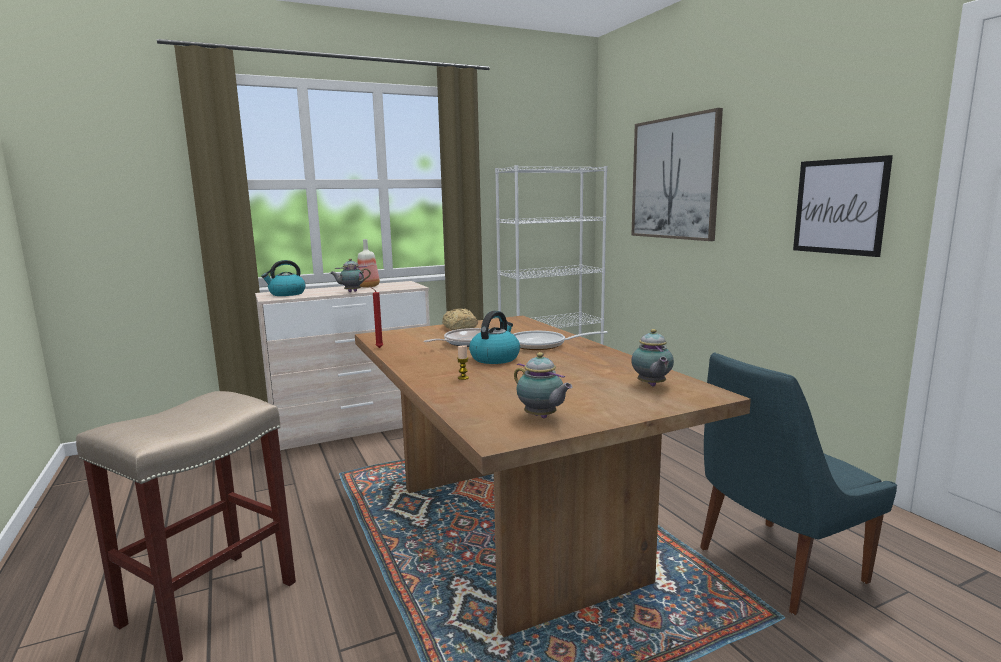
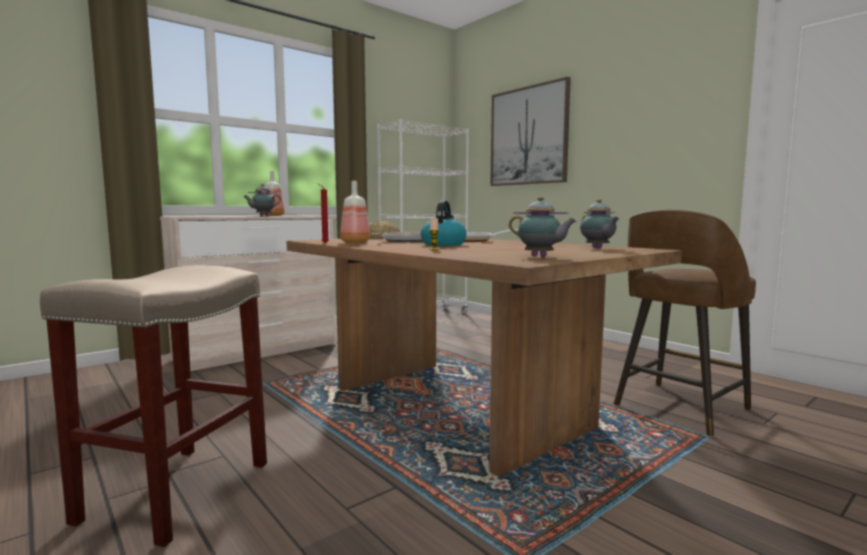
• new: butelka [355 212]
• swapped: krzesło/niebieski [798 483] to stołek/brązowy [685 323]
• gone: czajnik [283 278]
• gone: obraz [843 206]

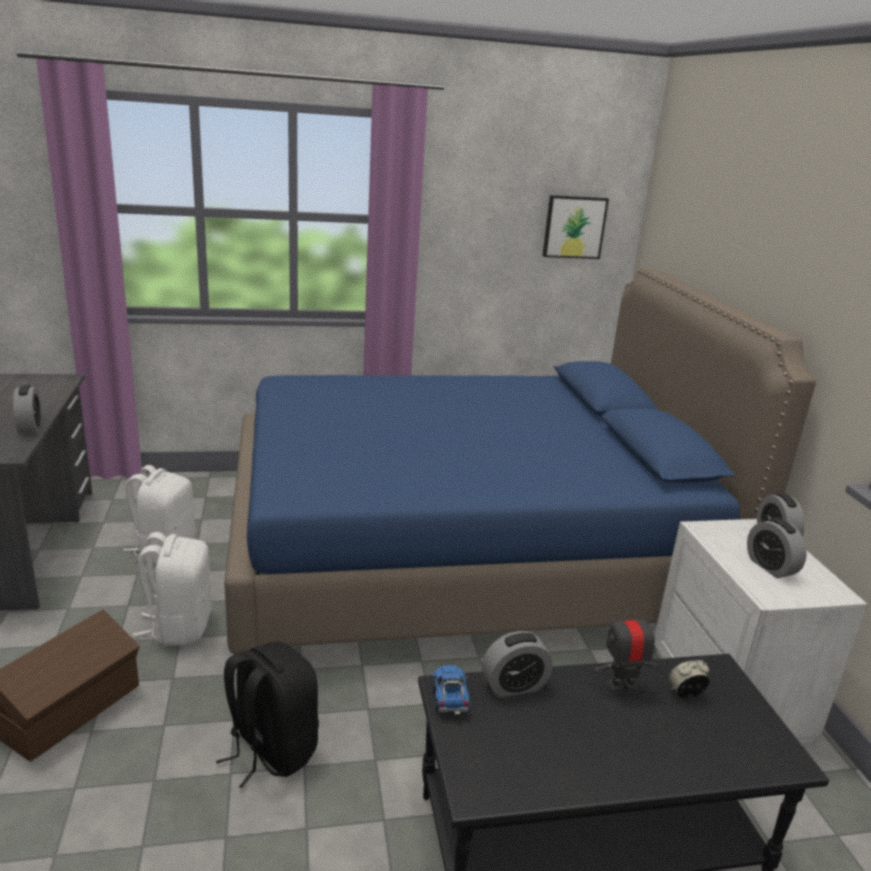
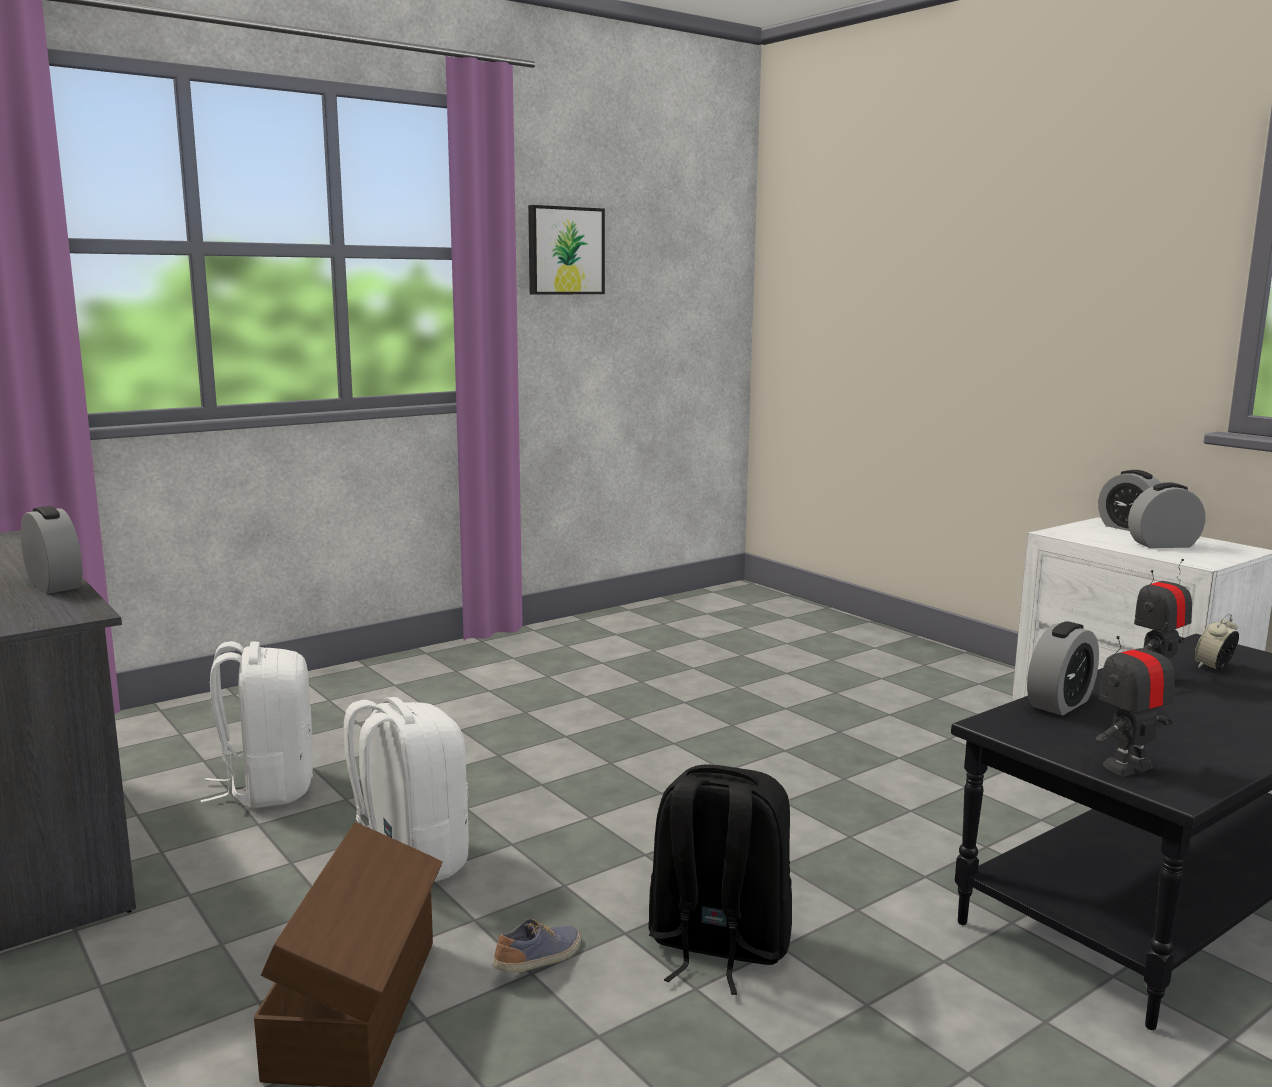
• new: but [537 946]
• shifted: obraz [576 227] to [566 250]
• new: robot zabawkowy [1135 699]
• rotated: budzik [777 548] = [1166 515] 135 degrees clockwise
• gone: łóżko/niebieski [520 461]
• gone: ciężarówka zabawkowa [451 689]

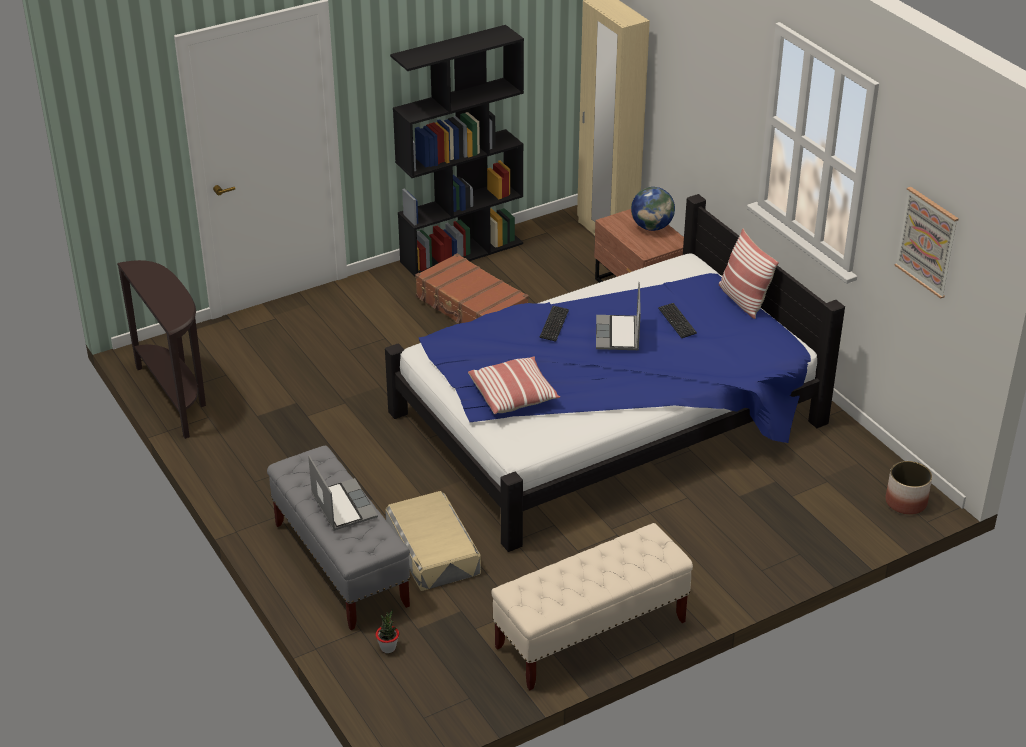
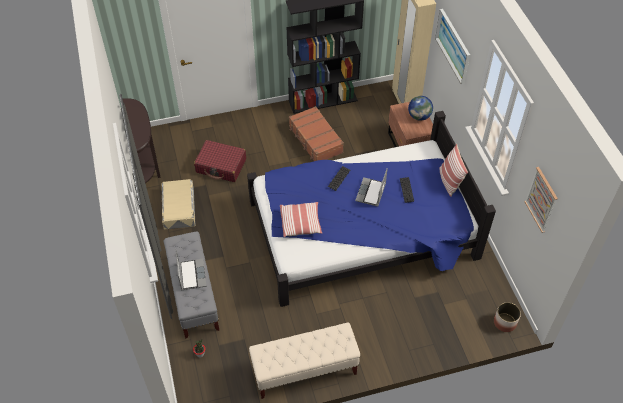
• shifted: pojemnik do przechowywania/beżowy [433 541] to [179 204]
• new: walizka/czerwony [220 161]
• new: obraz [452 47]

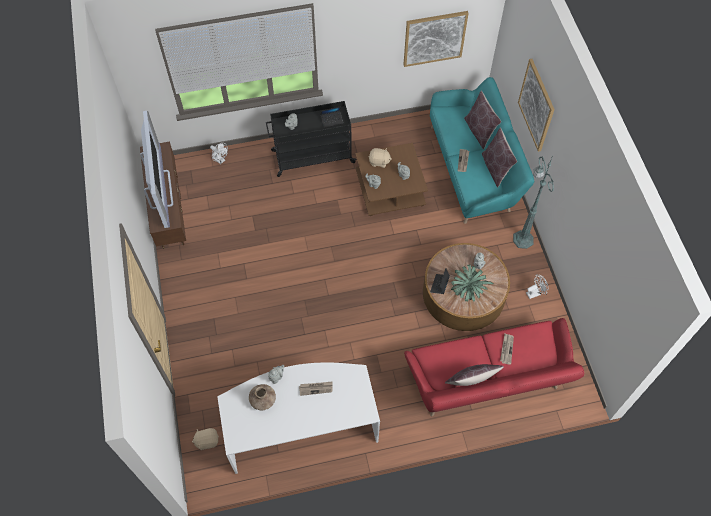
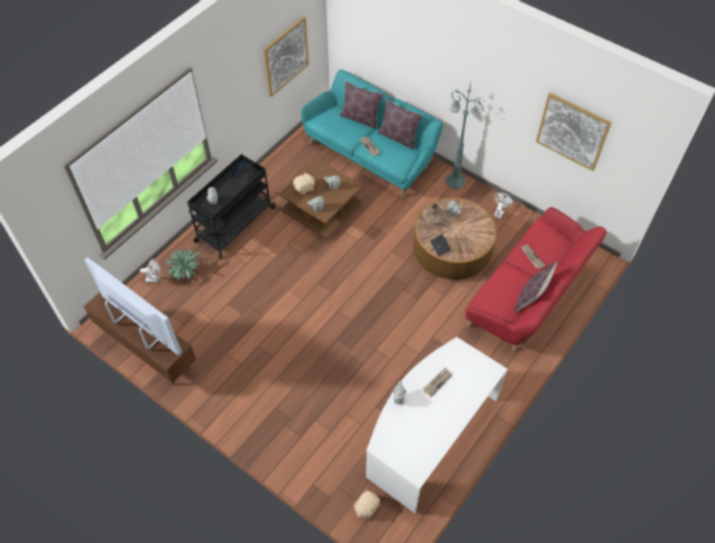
• shifted: roślina doniczkowa [472 283] to [182 264]
• shifted: wazon/brązowy [262 397] to [434 214]
• shifted: obraz [536 105] to [574 132]

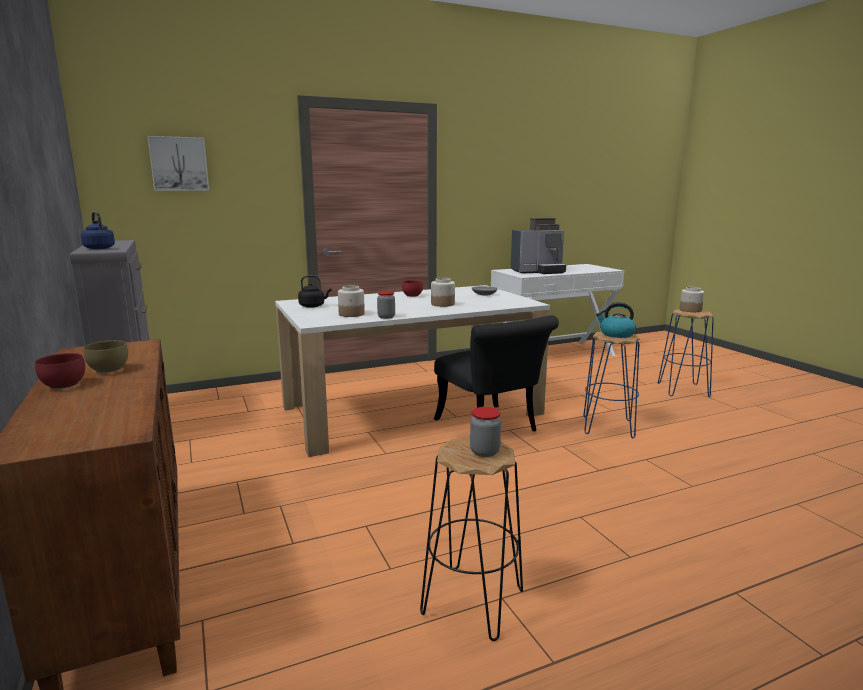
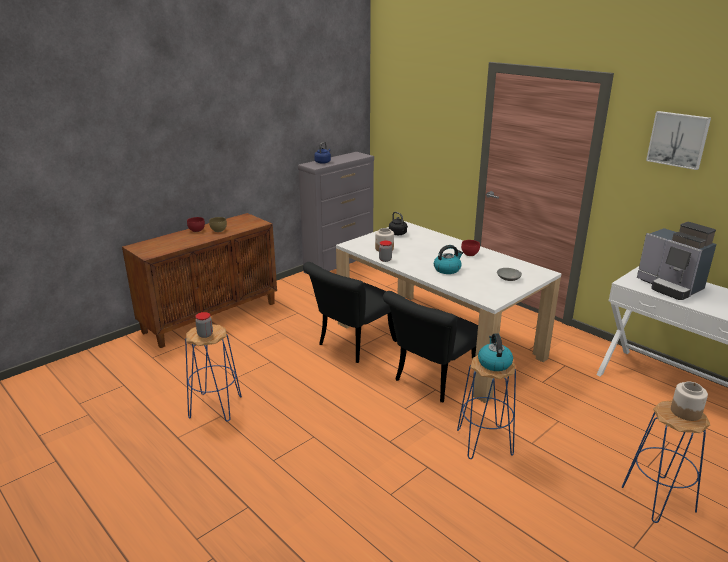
• repainted: stołek/czarny [471 539] to stołek/niebieski [213 373]
• new: krzesło/czarny [350 312]
• swapped: słoik [443 292] to czajnik [448 259]
• shifted: obraz [178 163] to [678 140]

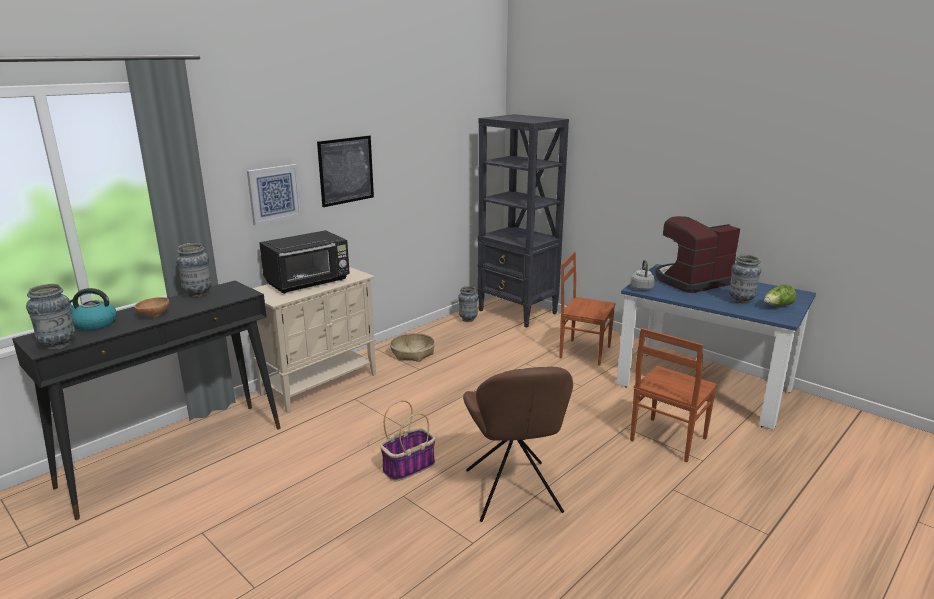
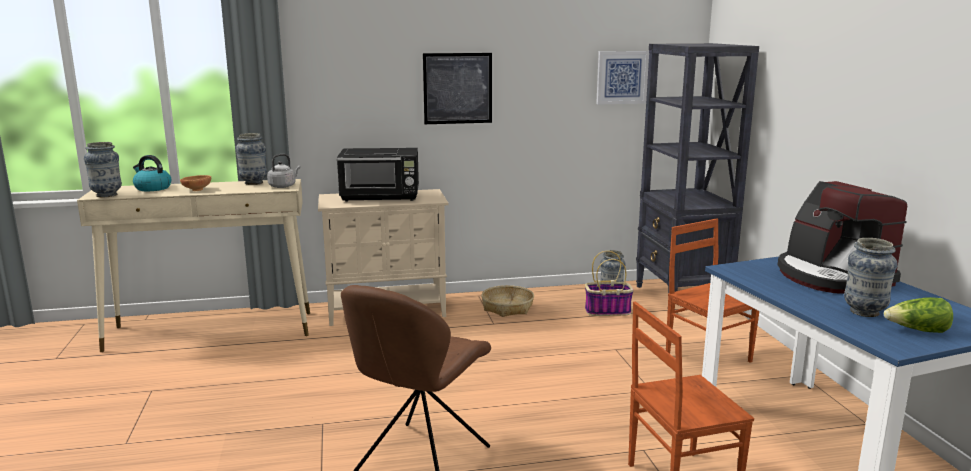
• repainted: stolik konsolowy/czarny [146 400] to stolik konsolowy/beżowy [193 265]
• shifted: czajnik/szary [642 275] to [283 171]
• shifted: koszyk [407 441] to [609 283]
• shifted: obraz [274 195] to [622 78]
• rotated: ekspres do kawy [697 254] = [842 237] 120 degrees counterclockwise

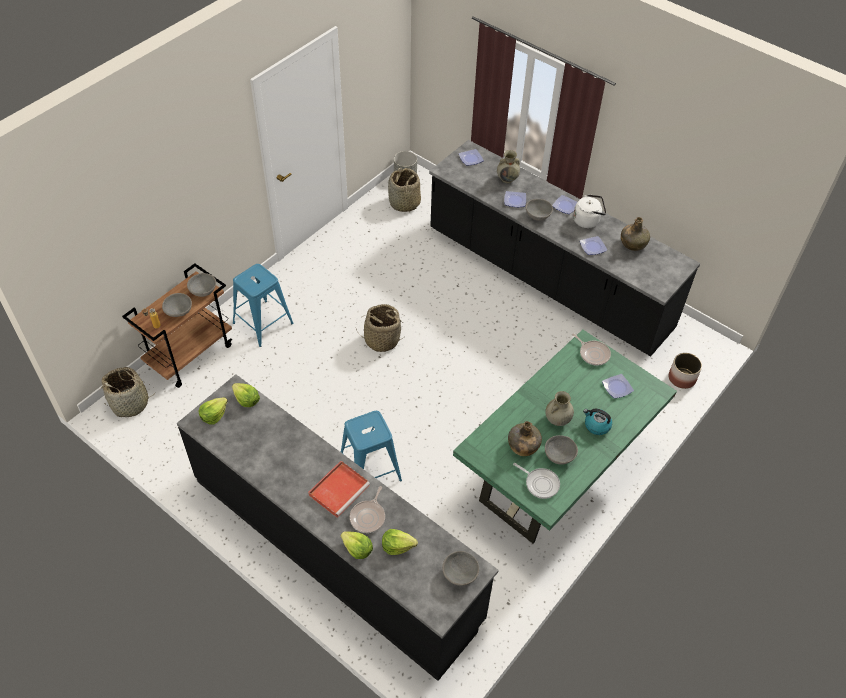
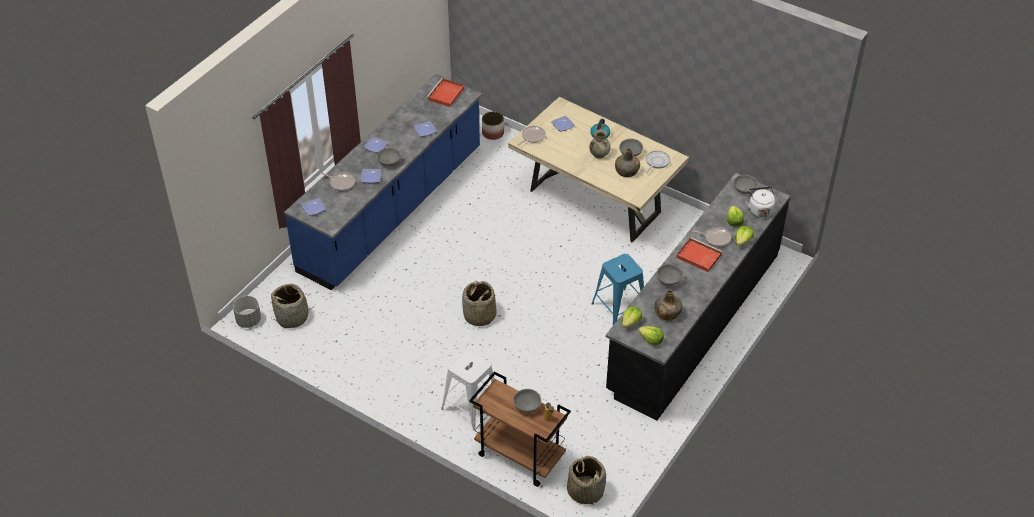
• repainted: zabudowa kuchenna/czarny [564 248] to zabudowa kuchenna/niebieski [383 182]
• swapped: wazon/beżowy [508 166] to patelnia [338 181]
• new: taca/czerwony [446 92]
• repainted: stołek/niebieski [263 305] to stołek/biały [468 390]
• repainted: stół jadalny/zielony [565 436] to stół jadalny/beżowy [598 170]
• shifted: butelka/zielony [635 234] to [668 305]
• shifted: miska/szary [201 285] to [670 275]
• shifted: czajnik/biały [589 211] to [760 202]

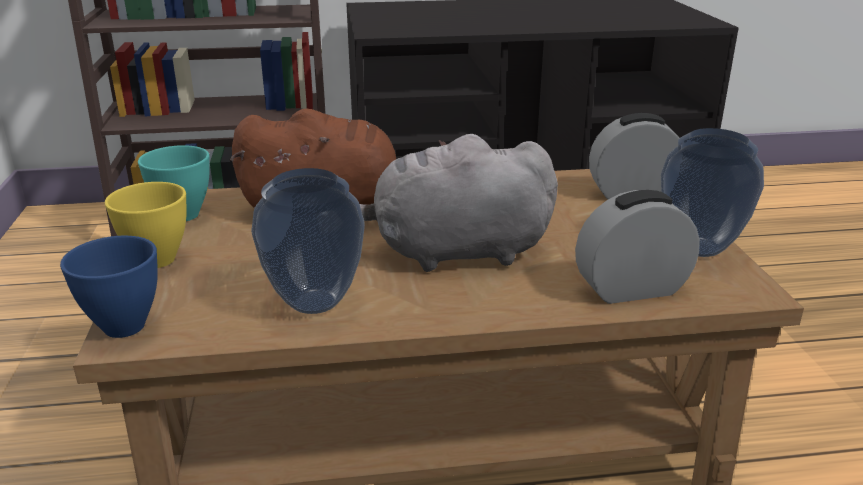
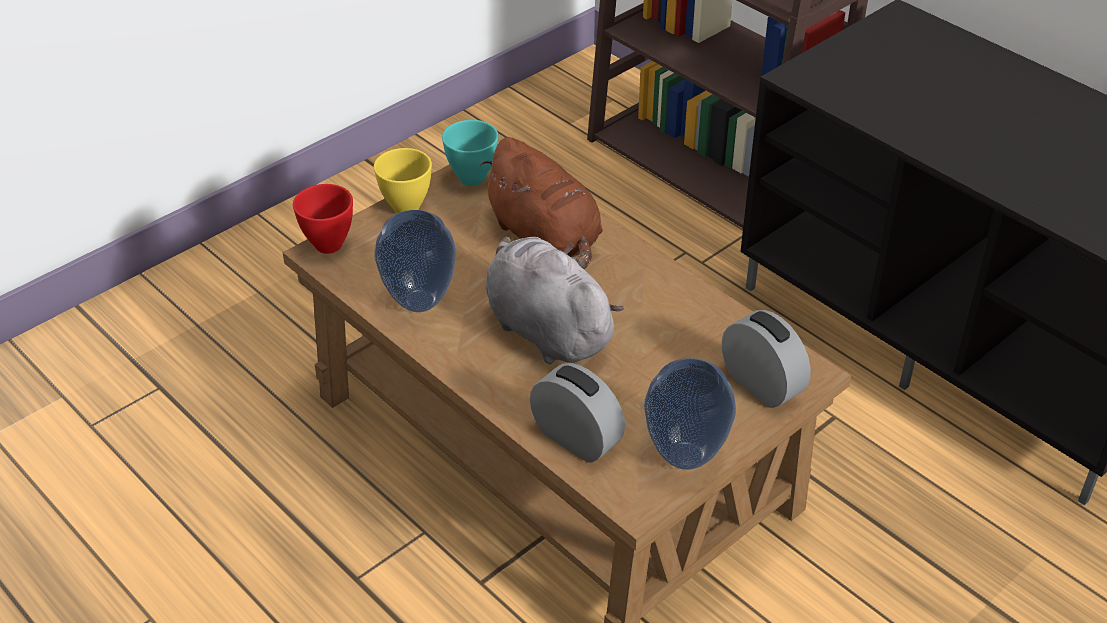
• repainted: miska/niebieski [109 287] to miska/czerwony [323 219]

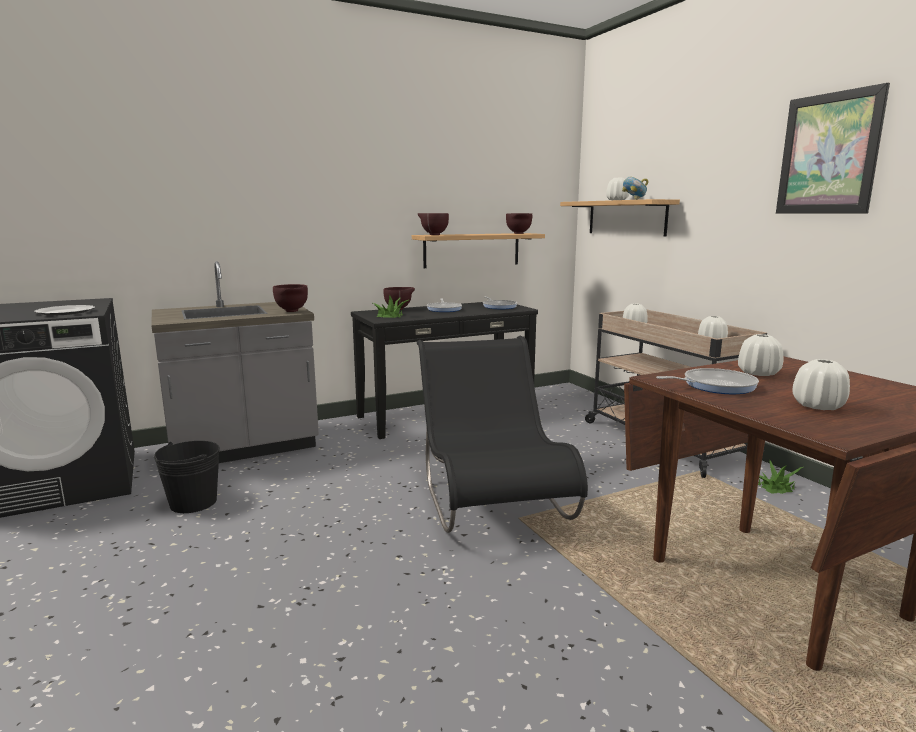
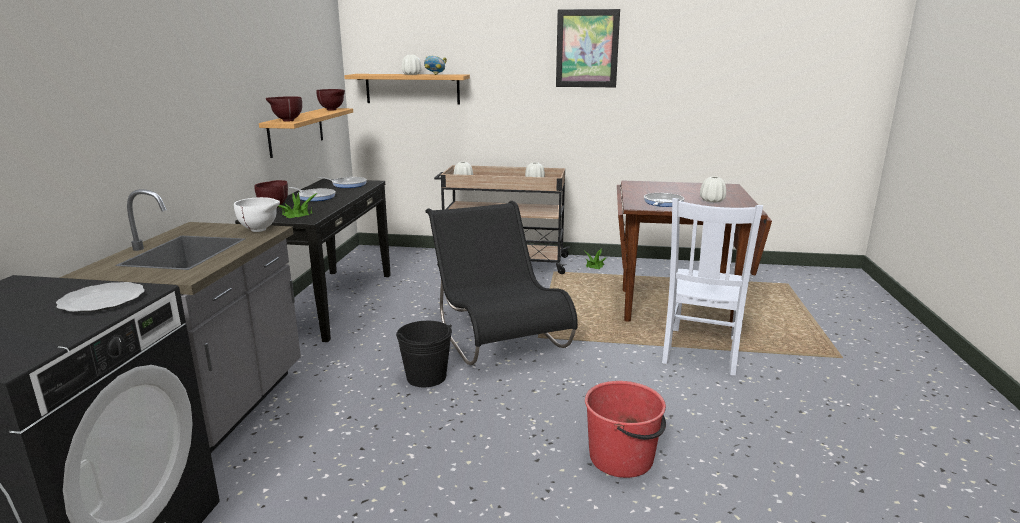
• repainted: miska/brązowy [290 298] to miska/biały [257 214]
• shifted: wiadro/czarny [187 477] to [424 354]
• rotated: krzesło/czarny [502 434] = [502 283] 45 degrees clockwise
• new: wiadro/czerwony [625 429]
• new: krzesło/biały [712 286]
• gone: wazon/biały [760 355]

